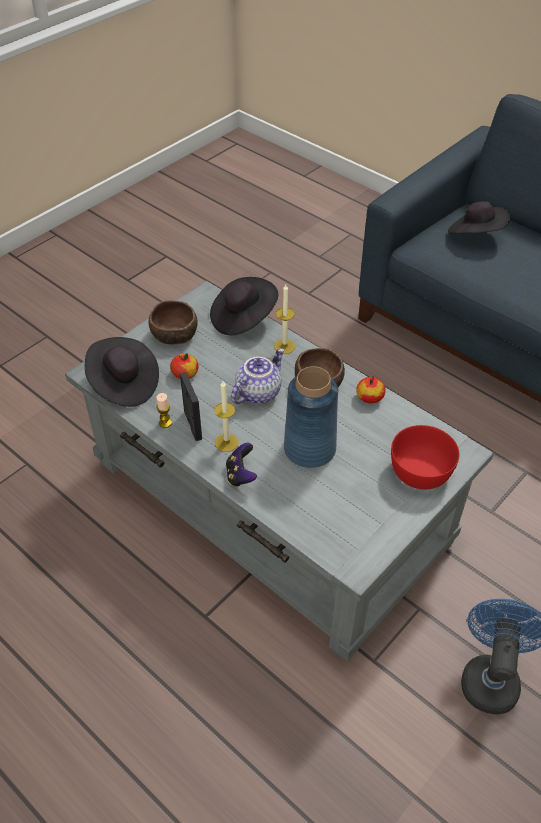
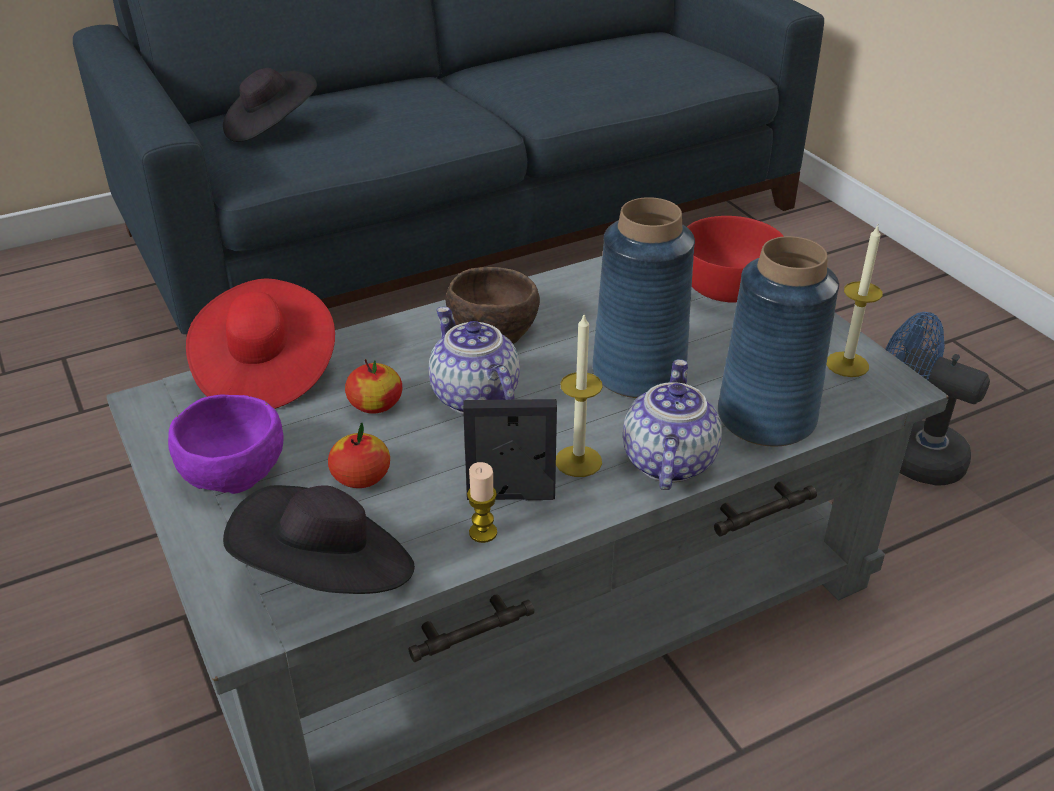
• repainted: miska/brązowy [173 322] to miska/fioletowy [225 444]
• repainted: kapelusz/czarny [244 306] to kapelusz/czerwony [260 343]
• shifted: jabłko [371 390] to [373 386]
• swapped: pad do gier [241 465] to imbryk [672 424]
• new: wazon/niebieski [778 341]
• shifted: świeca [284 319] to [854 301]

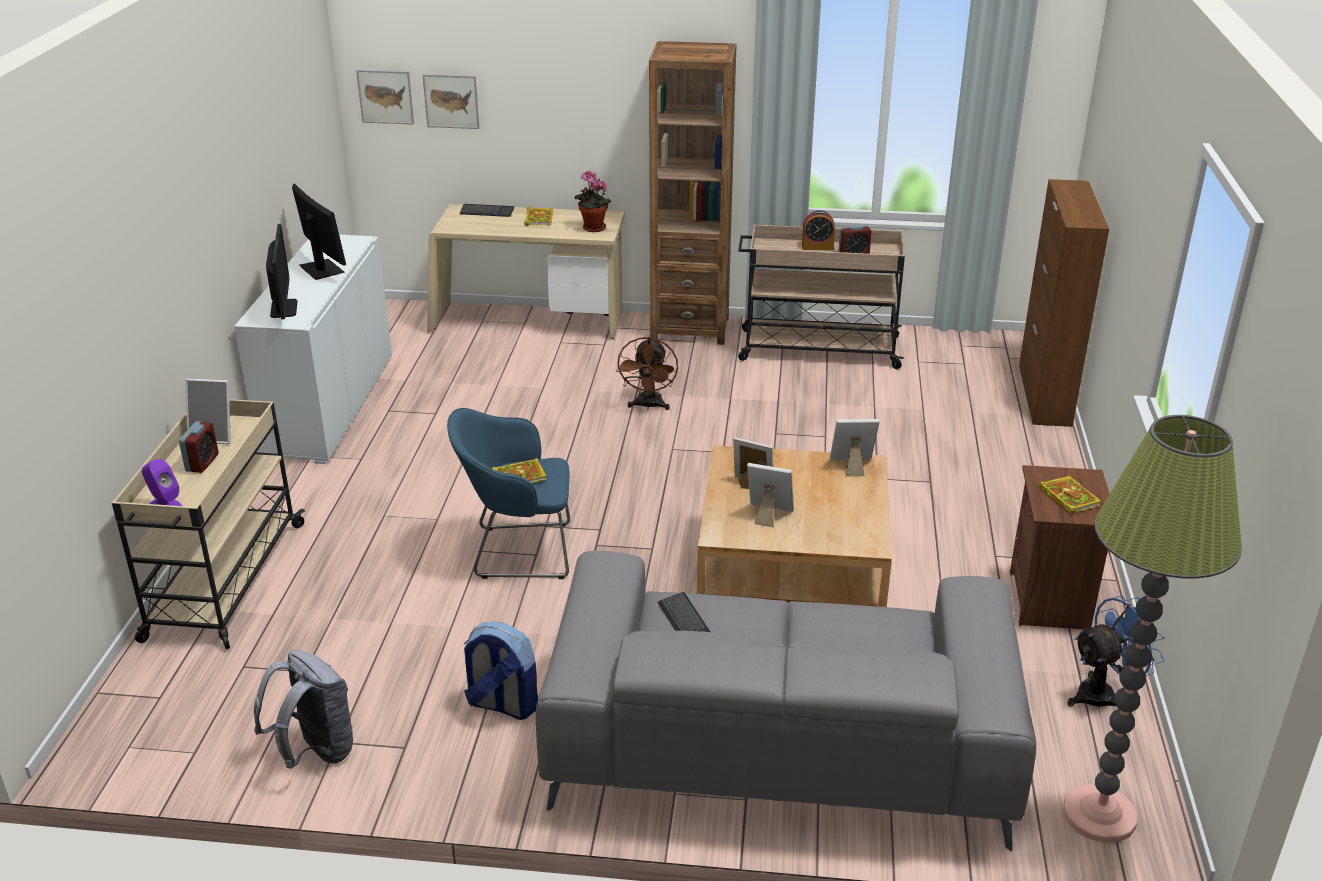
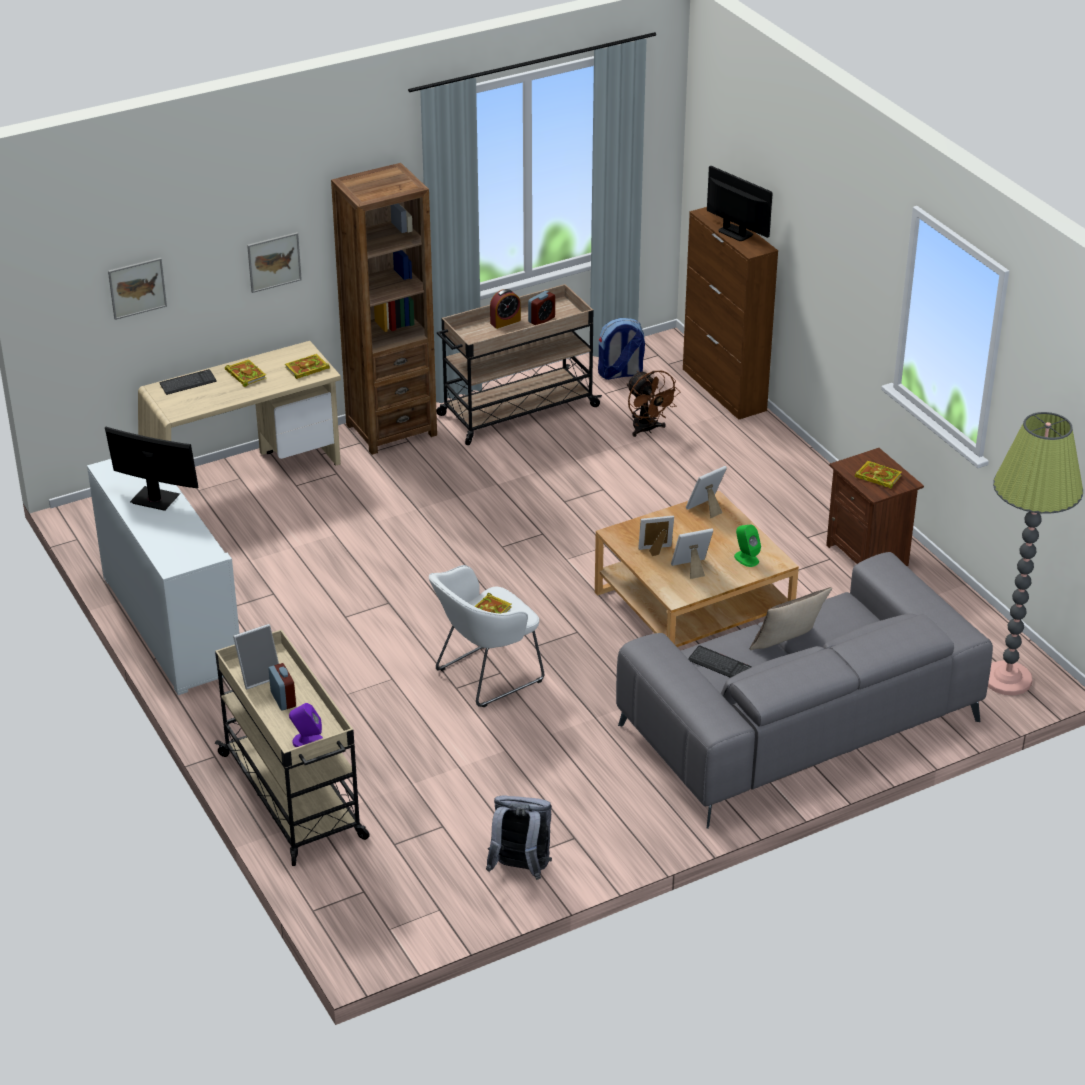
• shifted: obraz [385 97] to [274 262]
• swapped: roślina doniczkowa [592 201] to książka [307 366]
• repainted: fotel/niebieski [508 493] to fotel/biały [486 636]
• shifted: plecak [500 670] to [621 349]
• shifted: wentylator/brązowy [647 373] to [653 404]
• shifted: monitor [281 271] to [739 203]
• new: głośnik/zielony [747 546]
• new: poduszka [791 618]
• gone: wentylator/niebieski [1116 651]

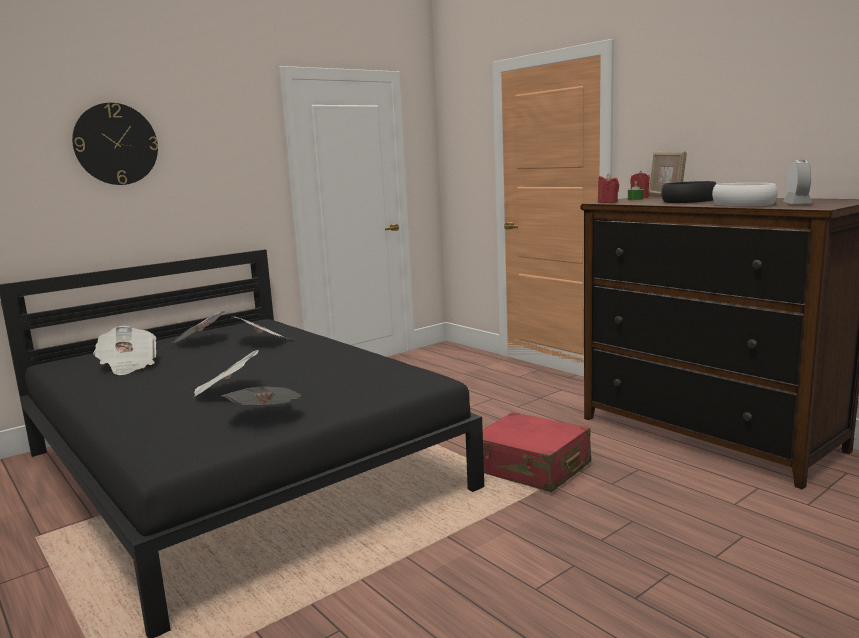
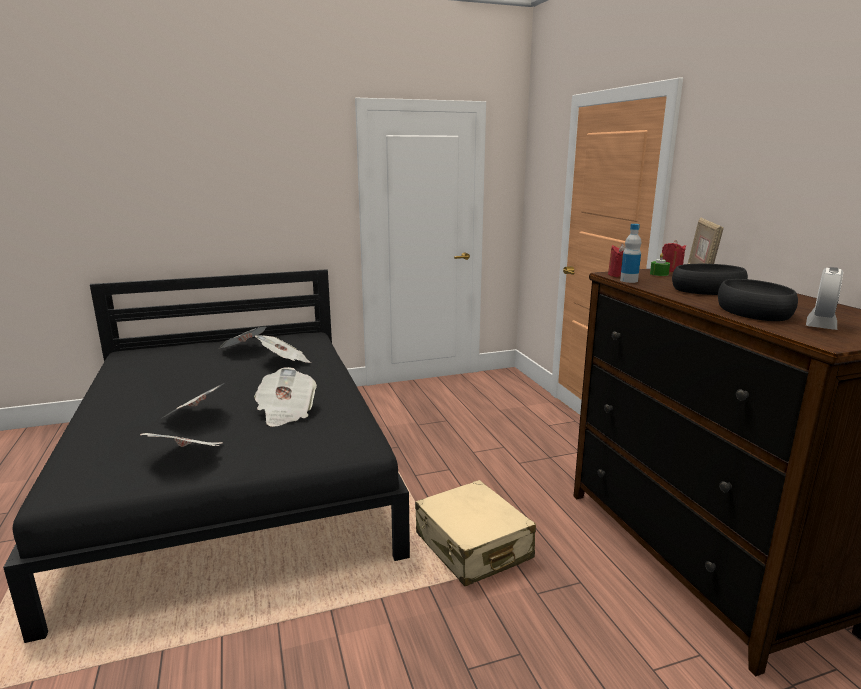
• shifted: gazeta [124 350] to [285 397]
• repainted: walizka/czerwony [537 452] to walizka/beżowy [475 533]
• new: butelka [630 253]
• repainted: miska/biały [745 194] to miska/czarny [758 300]
• gone: zegar ścienny [115 144]

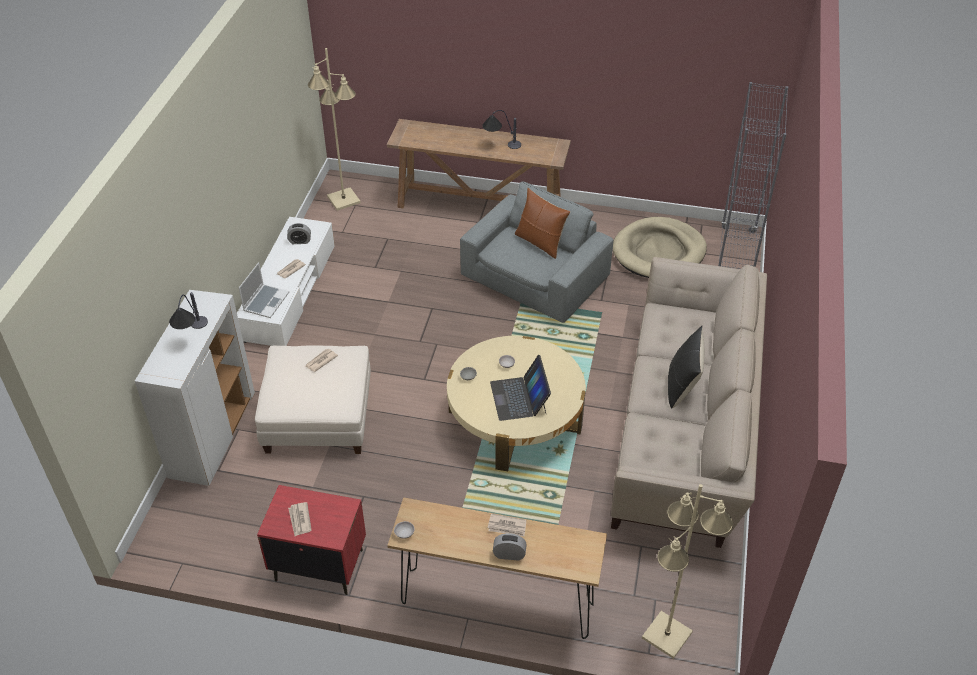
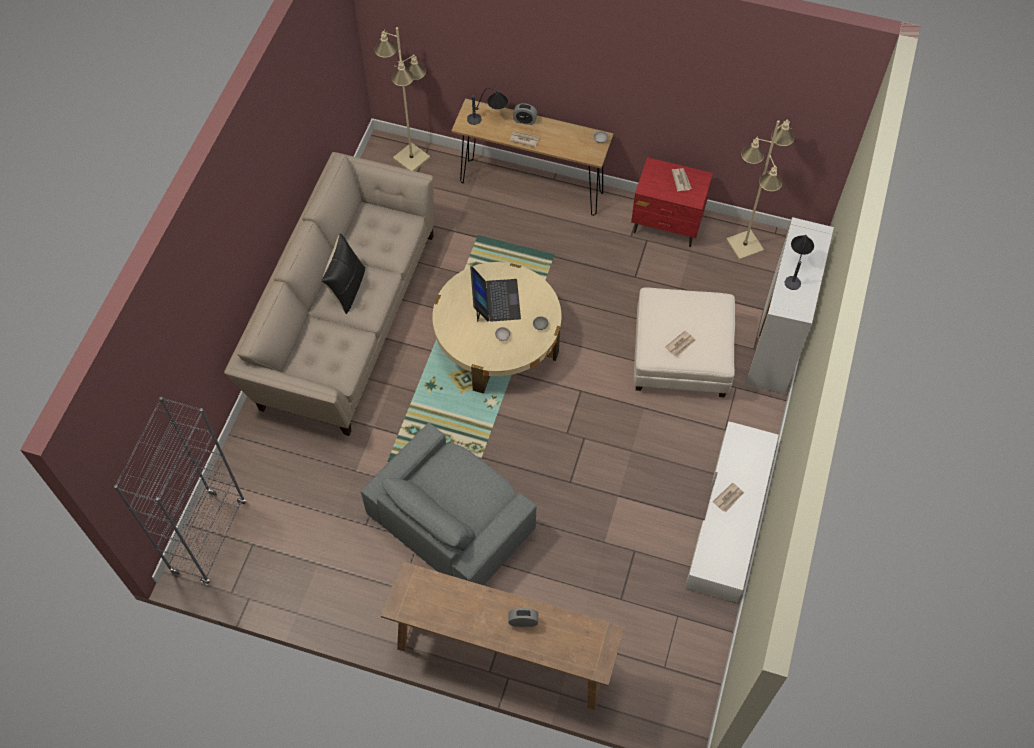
• shifted: lampa stołowa [501 129] to [487 106]
• shifted: budzik [299 233] to [523 617]
• shifted: lampa stojąca/beżowy [334 129] to [760 189]
• gone: laptop [264 290]
• gone: poduszka/brązowy [542 223]
• gone: legowisko/beżowy [660 247]

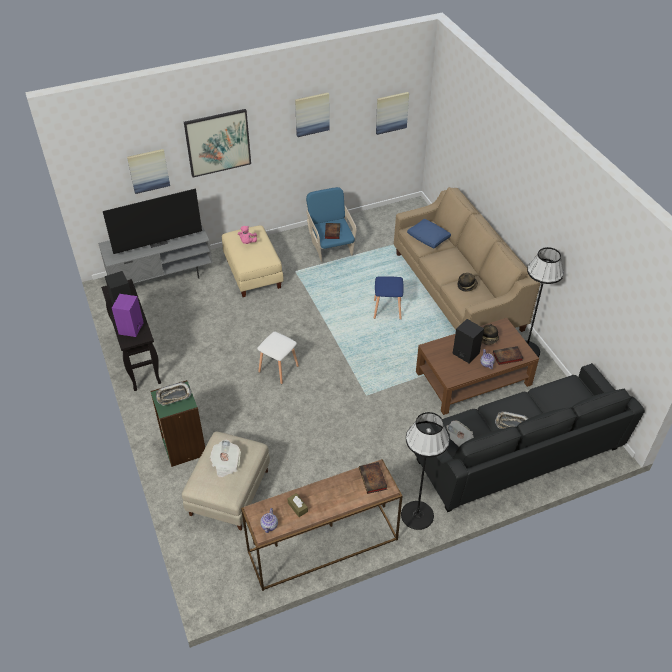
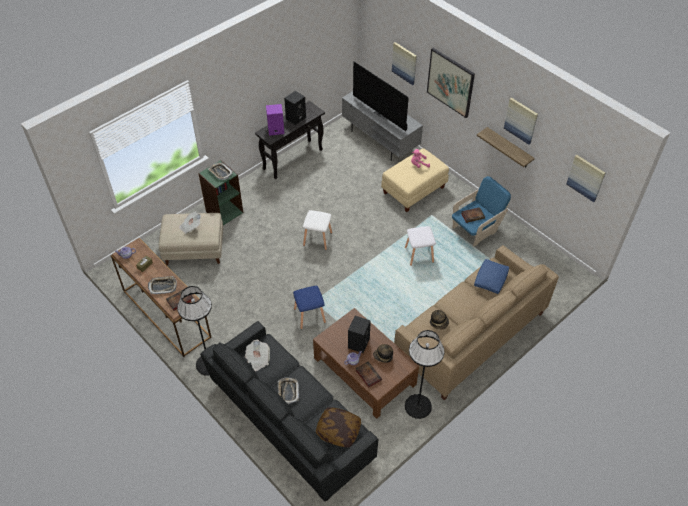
• new: taca [162 285]
• shifted: stołek/niebieski [389 298] to [309 307]
• new: poduszka [338 427]
• new: stołek/biały [420 246]
• new: półka [506 147]

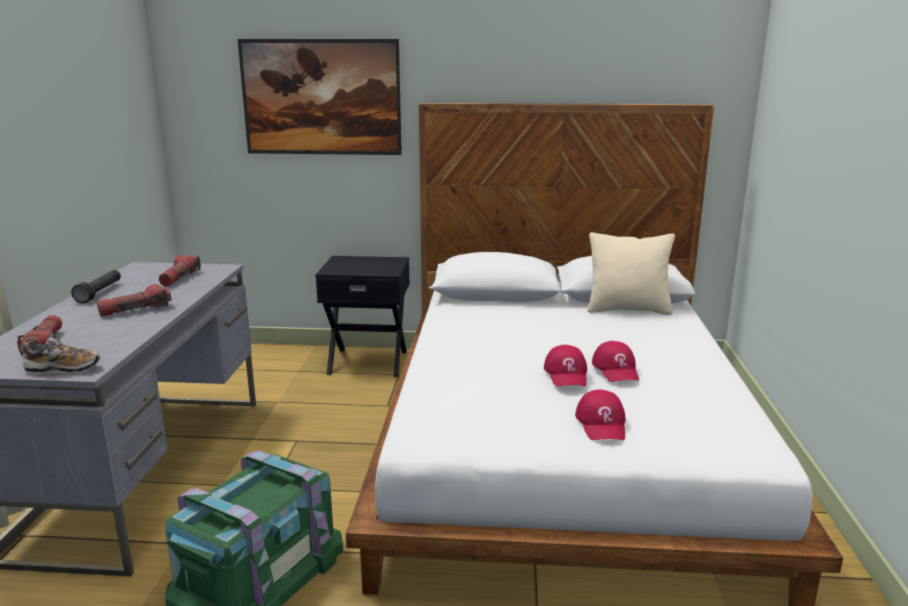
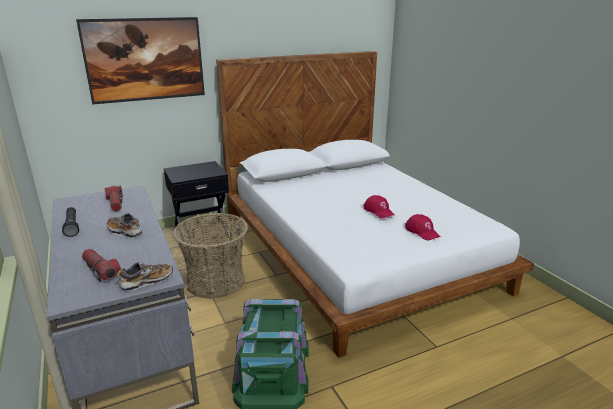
• swapped: latarka [134 300] to but [124 225]
• new: koszyk [210 256]
• gone: poduszka/beżowy [631 273]
• gone: czapka z daszkiem/czerwony [615 361]

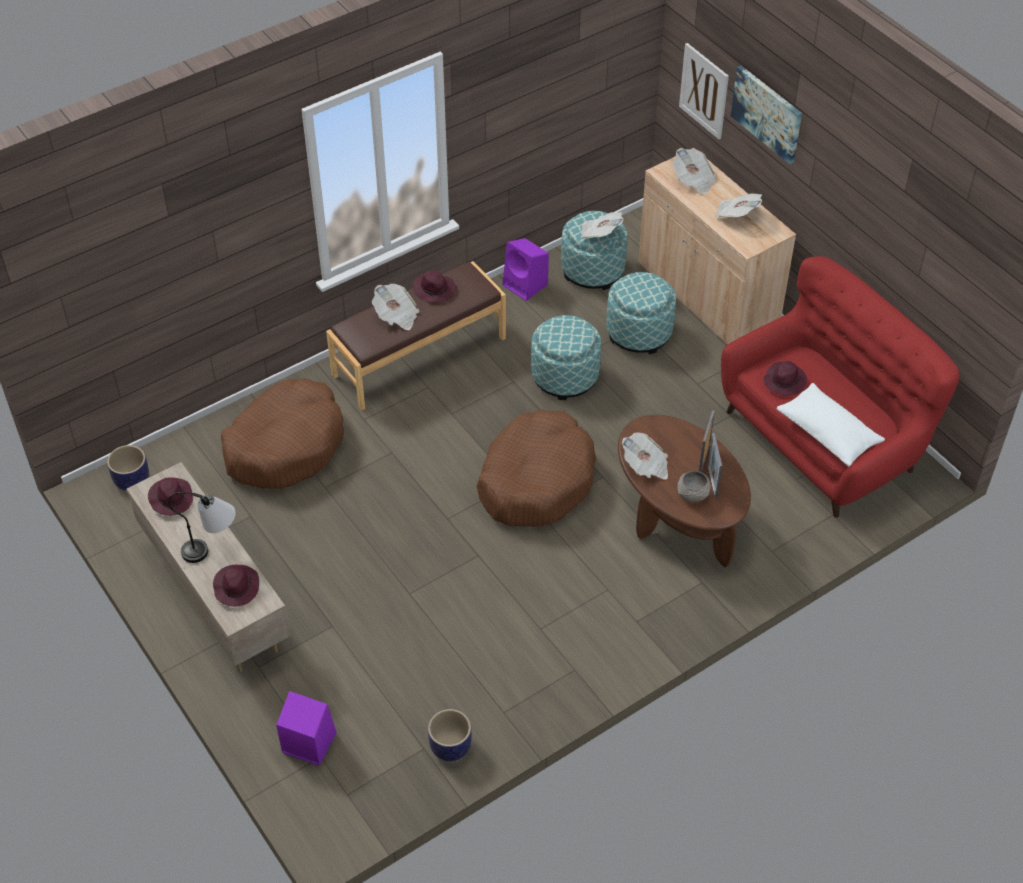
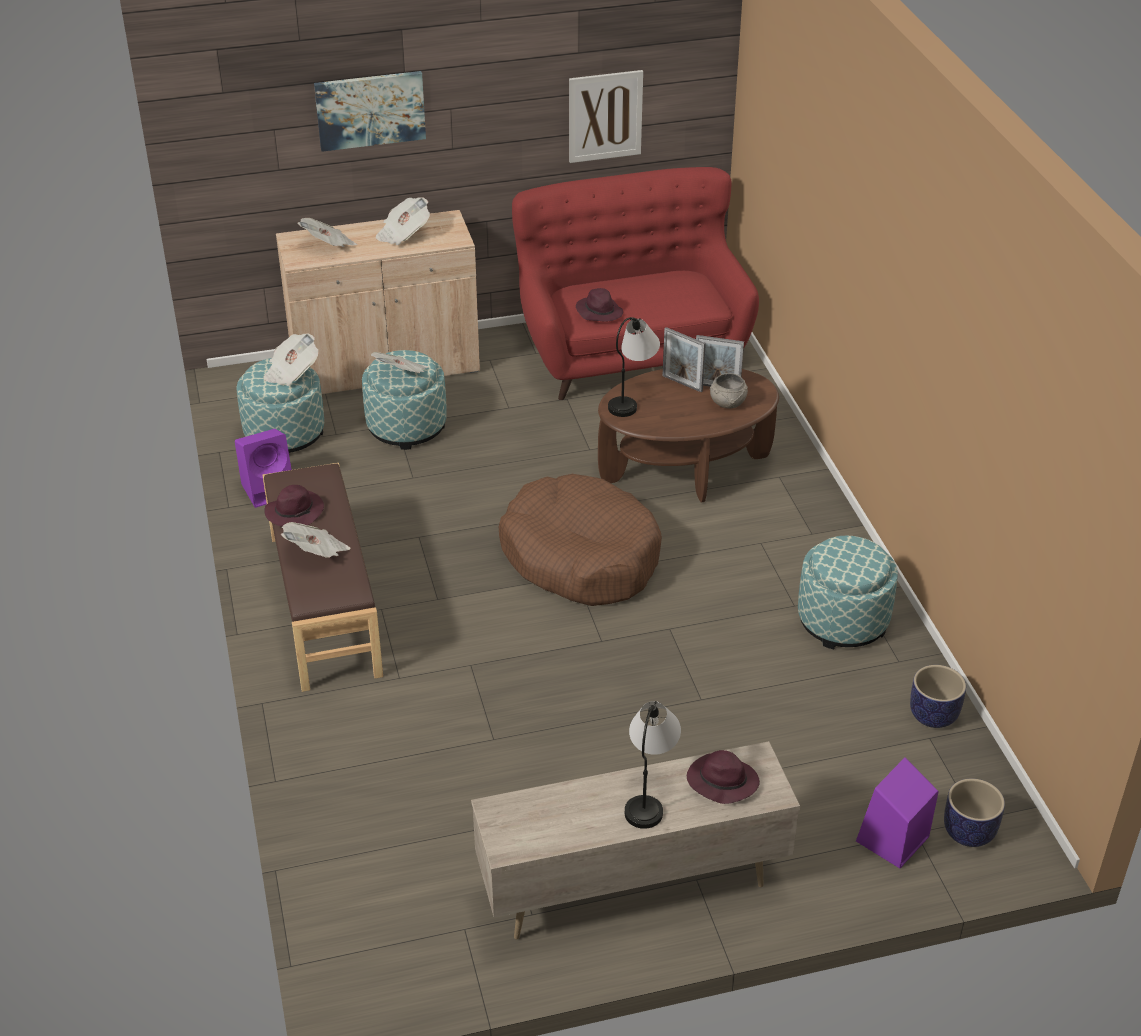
• shifted: gazeta [645 456] to [399 362]
• shifted: obraz [704 91] to [606 116]
• new: lampa stołowa [634 367]
• shifted: pufa [566 357] to [848 592]
• shifted: donica [128 468] to [974 813]
• gone: kapelusz/fioletowy [170 496]
• gone: legowisko/brązowy [282 433]
• gone: poduszka/biały [830 425]

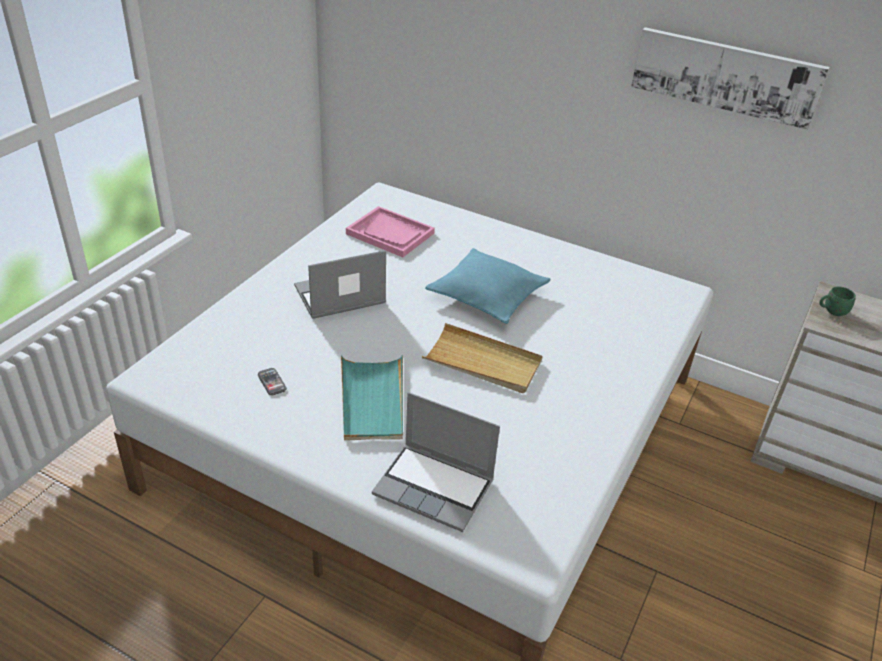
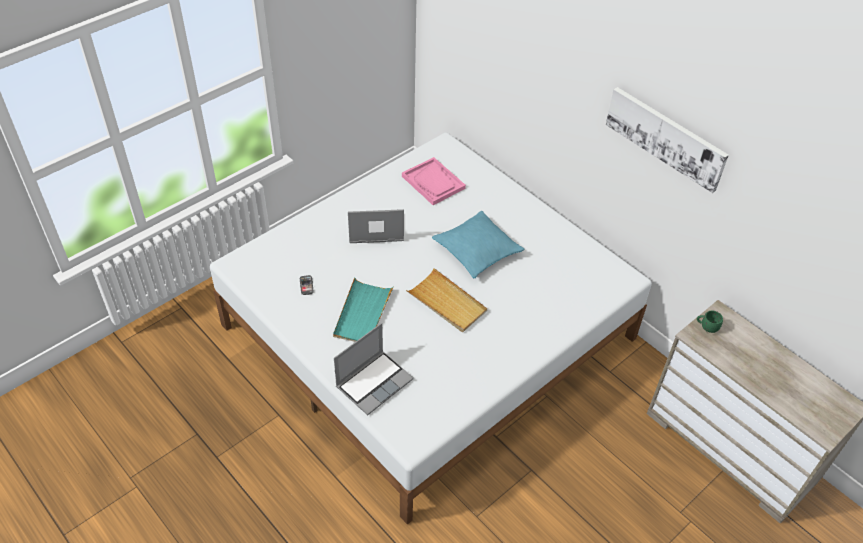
• rotated: laptop [436 462] = [374 369] 90 degrees counterclockwise

